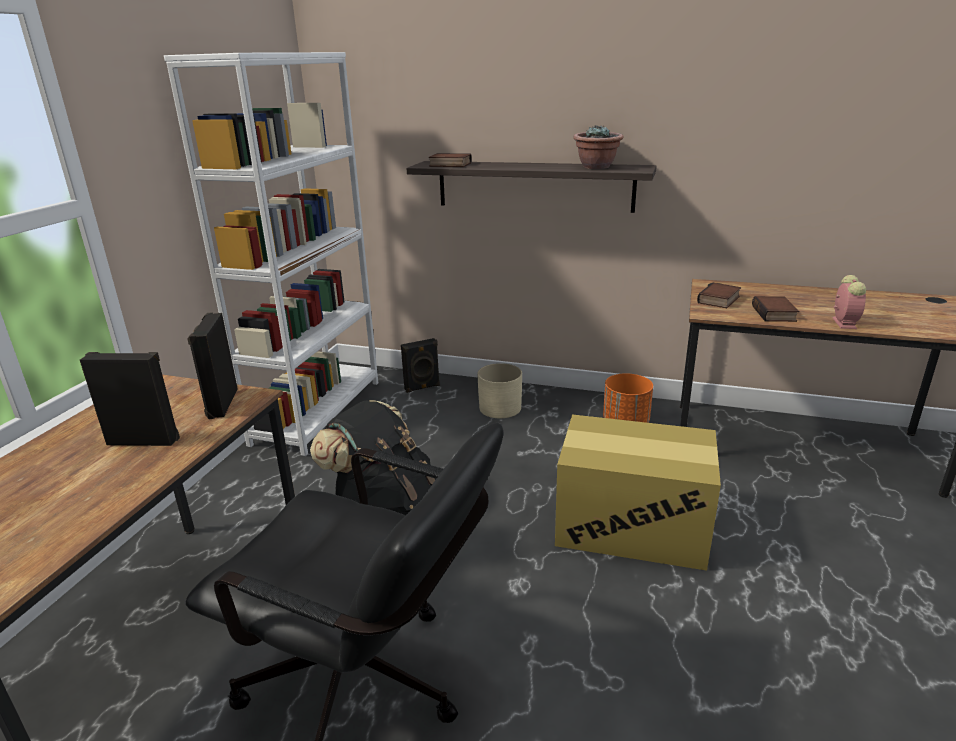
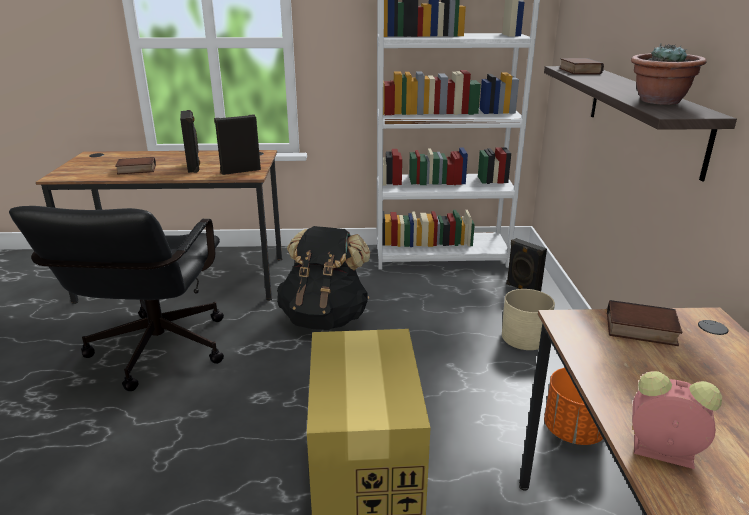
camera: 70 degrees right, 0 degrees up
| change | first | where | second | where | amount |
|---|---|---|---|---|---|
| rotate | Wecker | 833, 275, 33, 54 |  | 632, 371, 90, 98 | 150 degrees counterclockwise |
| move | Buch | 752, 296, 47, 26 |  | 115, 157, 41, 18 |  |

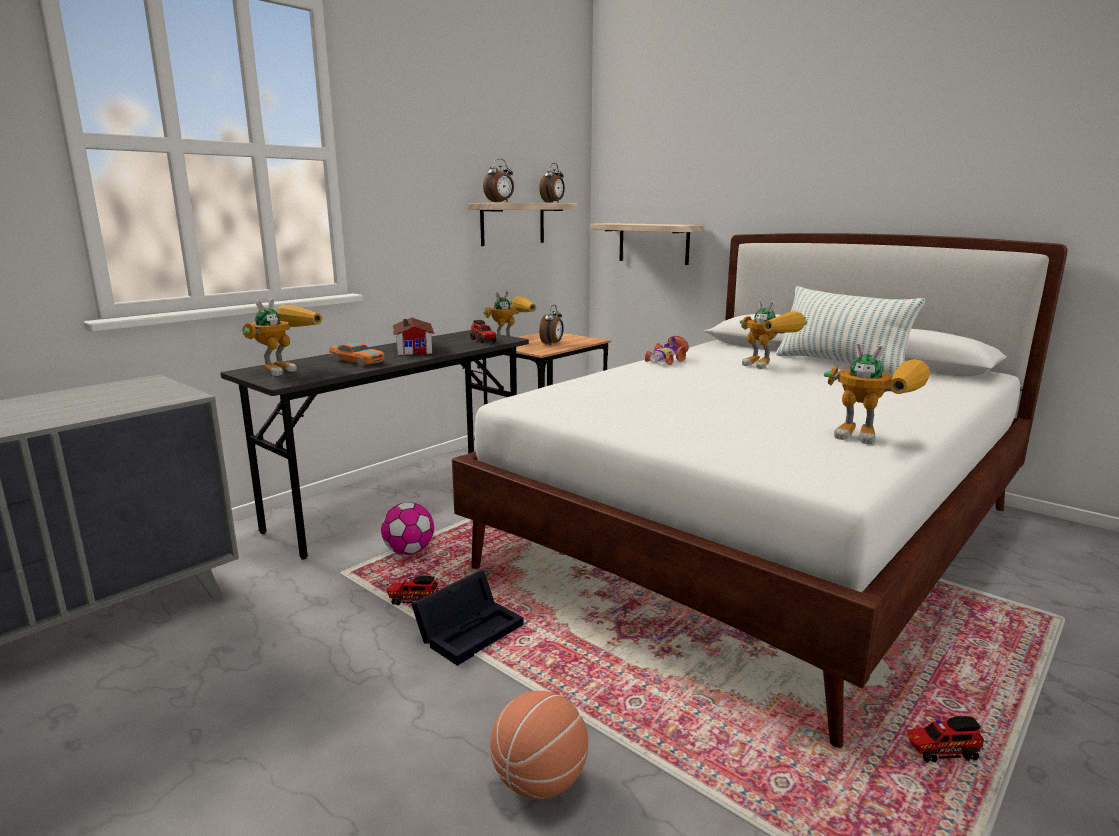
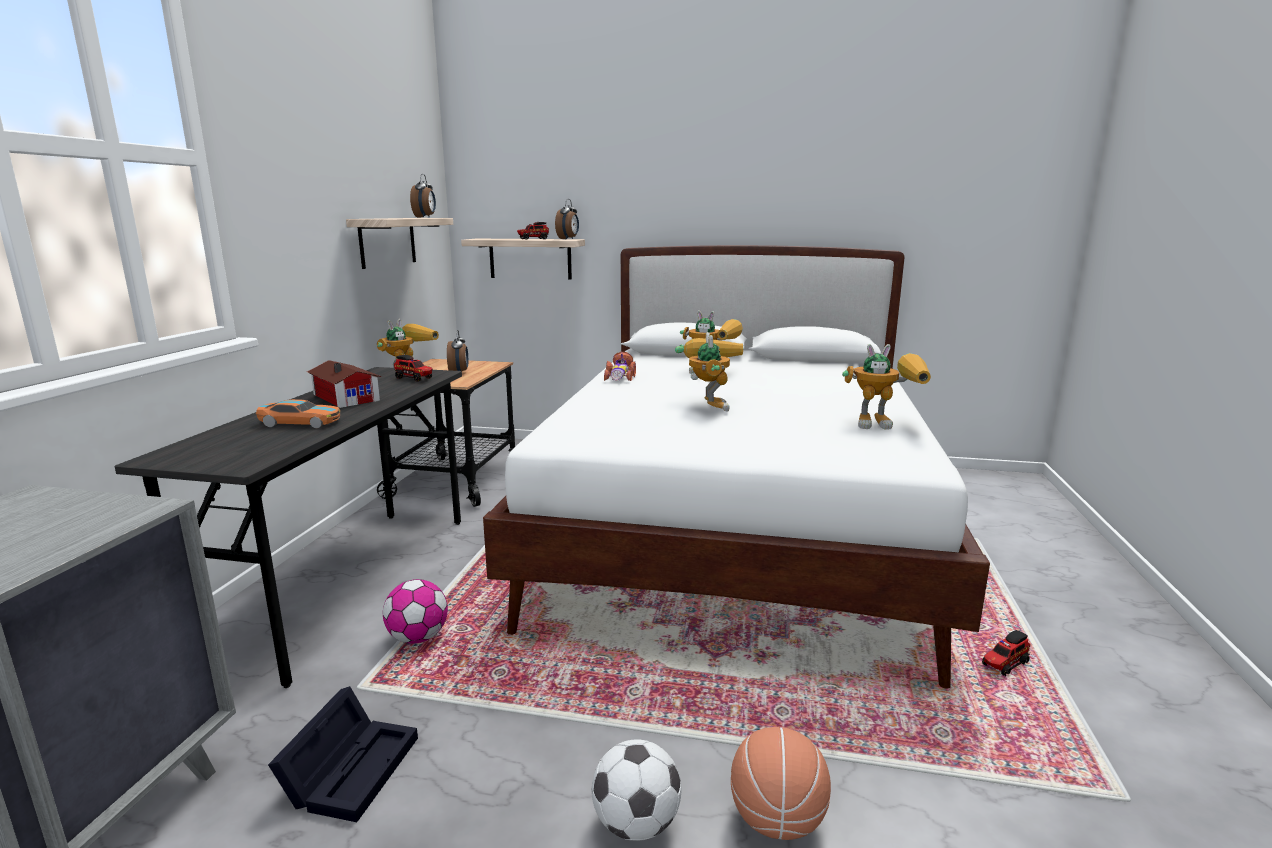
camera: 30 degrees left, 0 degrees up
| change | first | where | second | where | amount |
|---|---|---|---|---|---|
| move | Wecker | 483, 159, 31, 44 |  | 555, 199, 24, 41 |  |
| delete | Kissen | 776, 286, 149, 90 |  |  |  |
| move | Spielzeugroboter | 242, 298, 80, 78 |  | 675, 332, 68, 80 |  |
| move | Aufbewahrungsbox [schwarz] | 411, 570, 113, 96 |  | 268, 686, 150, 136 |  |
| move | Spielzeuglaster | 387, 576, 52, 30 |  | 517, 222, 32, 18 |  |
| insert |  |  | Fußball | 592, 739, 89, 102 |  |

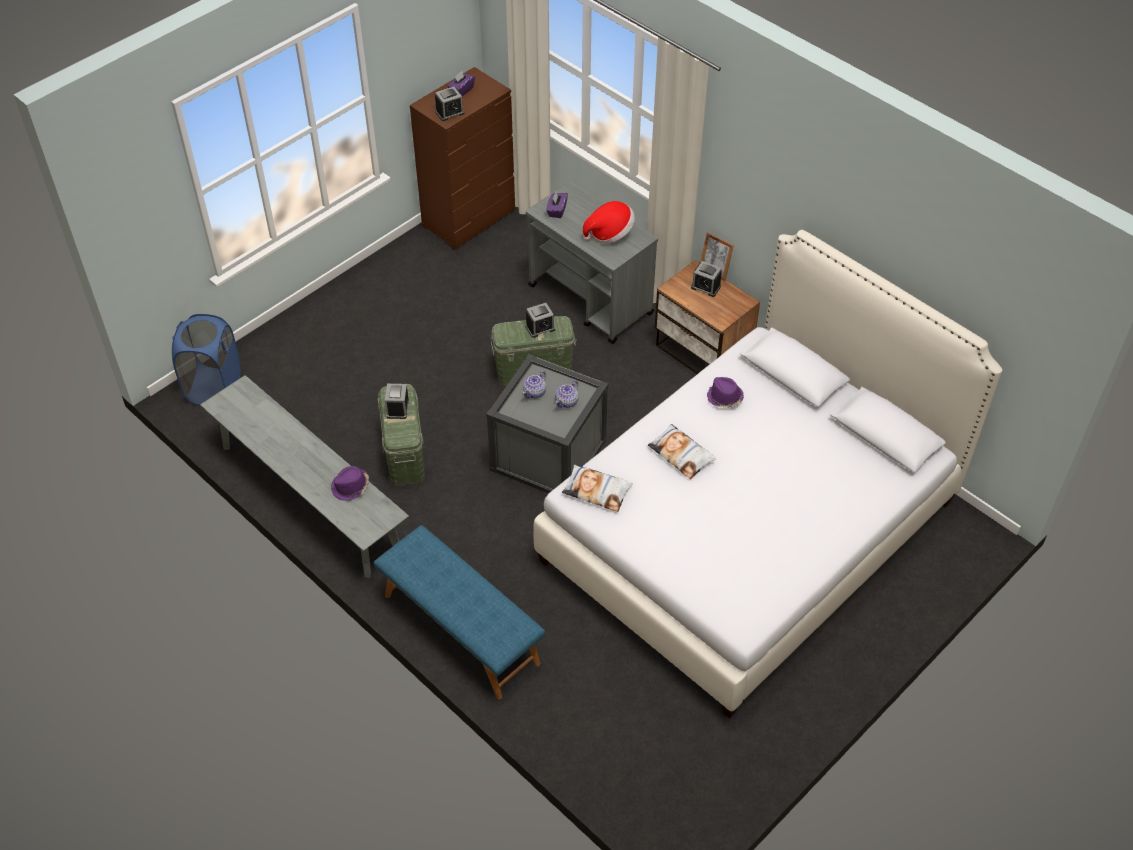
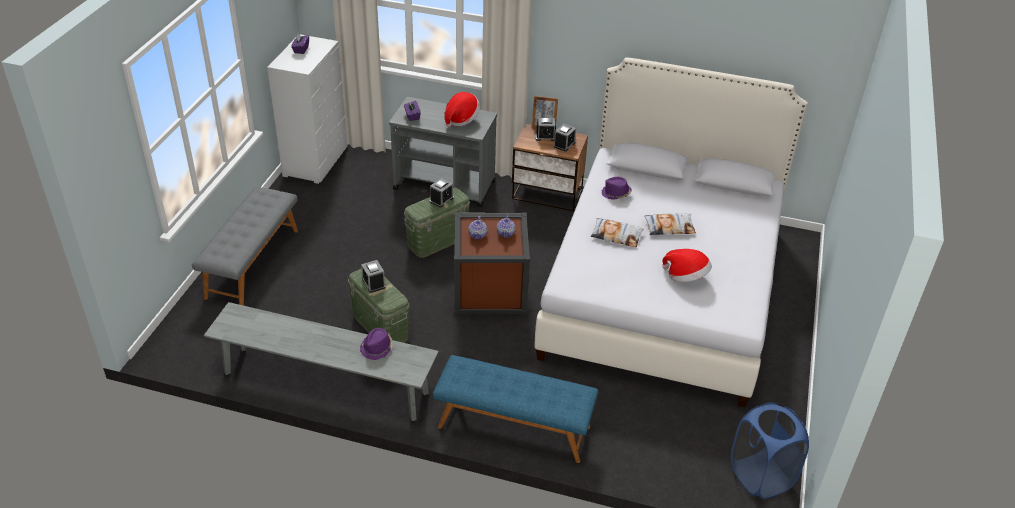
camera: 30 degrees left, 10 degrees down
| change | first | where | second | where | amount |
|---|---|---|---|---|---|
| recolor | Kommode [braun] | 410, 67, 105, 182 | Kommode [weiß] | 267, 34, 80, 150 |  |
| move | Wecker | 435, 87, 30, 34 |  | 554, 124, 22, 28 |  |
| move | Wäschekorb [blau] | 172, 314, 69, 92 |  | 731, 402, 78, 97 |  |
| recolor | Aufbewahrungsbox [grau] | 486, 354, 122, 140 | Aufbewahrungsbox [braun] | 454, 212, 76, 103 |  |
| move | Kissen | 562, 464, 71, 48 |  | 644, 213, 52, 22 |  |
| insert |  |  | Bank [grau] | 192, 187, 106, 119 |  |
| insert |  |  | Hut | 662, 249, 50, 33 |  |

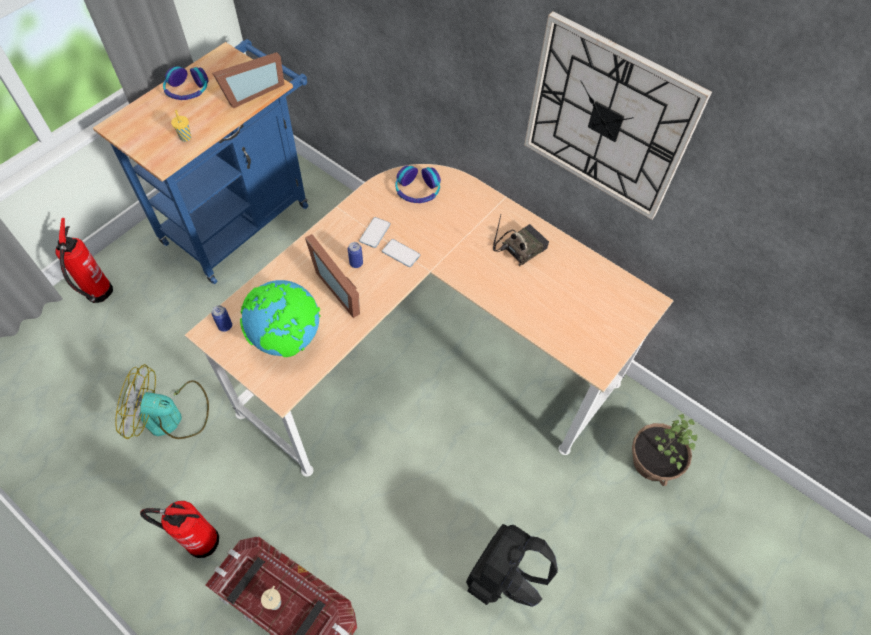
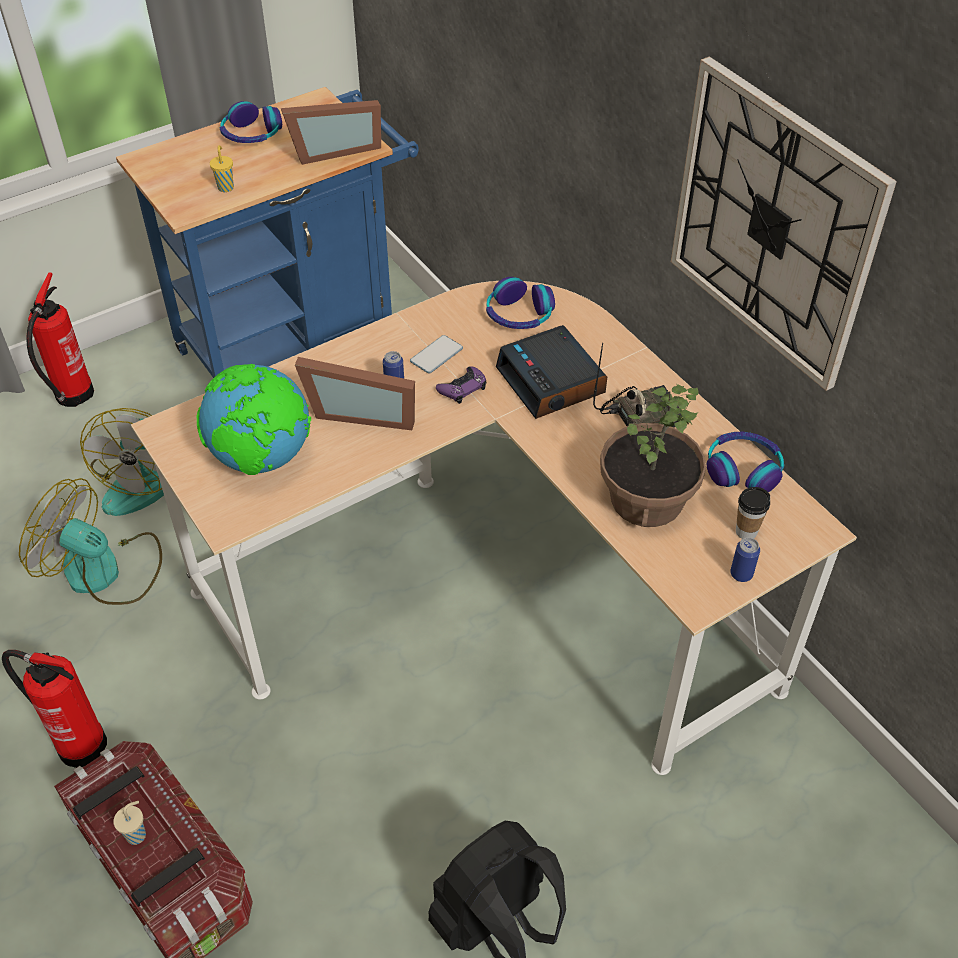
camera: 20 degrees right, 10 degrees down
| change | first | where | second | where | amount |
|---|---|---|---|---|---|
| rotate | Bilderrahmen | 305, 234, 55, 84 |  | 295, 357, 120, 73 | 60 degrees counterclockwise |
| replace | Handy | 382, 239, 38, 28 | Gamepad [lila] | 436, 367, 50, 37 |  |
| move | Dose | 212, 305, 20, 27 |  | 730, 537, 30, 45 |  |
| move | Topfpflanze | 632, 414, 65, 72 |  | 600, 384, 106, 143 |  |
| insert |  |  | Wecker | 496, 325, 111, 94 |  |
| insert |  |  | Ventilator | 80, 408, 84, 108 |  |
| insert |  |  | Kopfhörer | 707, 432, 77, 60 |  |
| insert |  |  | Tasse | 736, 487, 34, 52 |  |

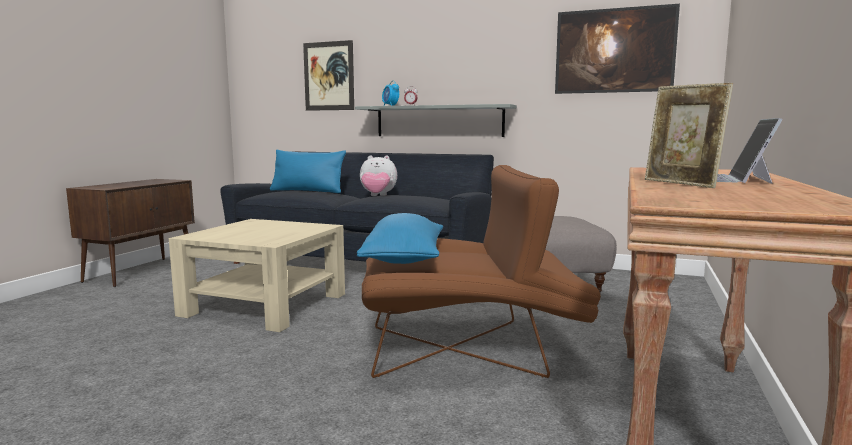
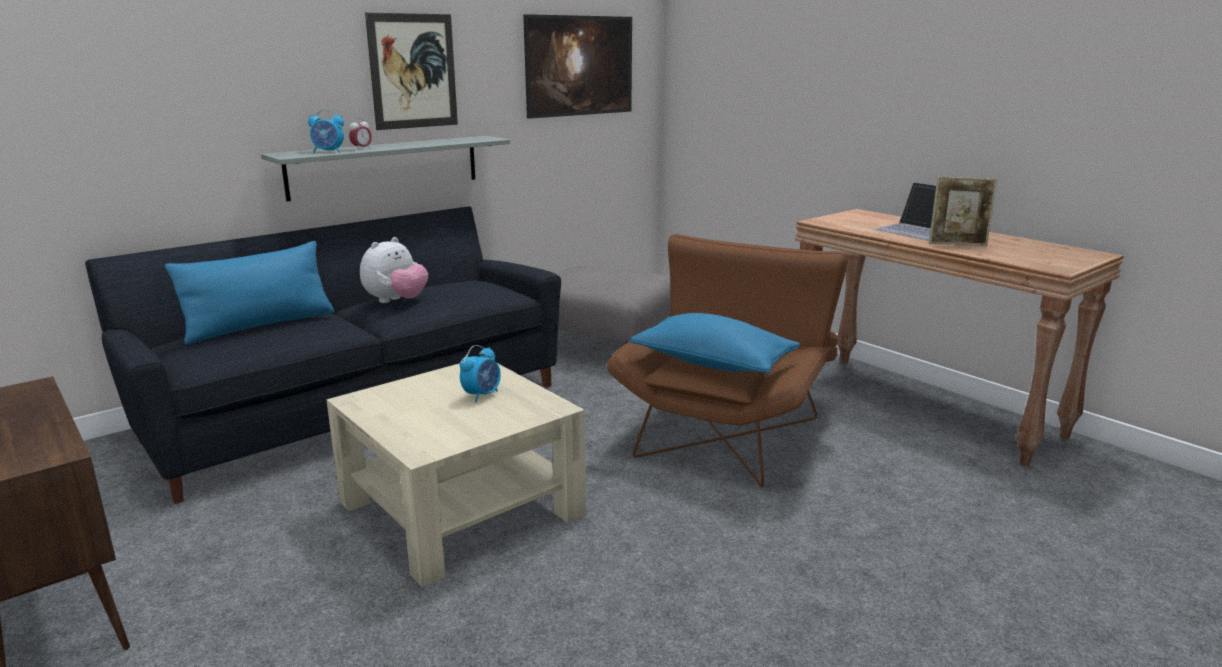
camera: 60 degrees left, 10 degrees up
| change | first | where | second | where | amount |
|---|---|---|---|---|---|
| move | Bild | 303, 40, 51, 71 |  | 365, 13, 93, 117 |  |
| insert |  |  | Wecker | 460, 345, 41, 57 |  |

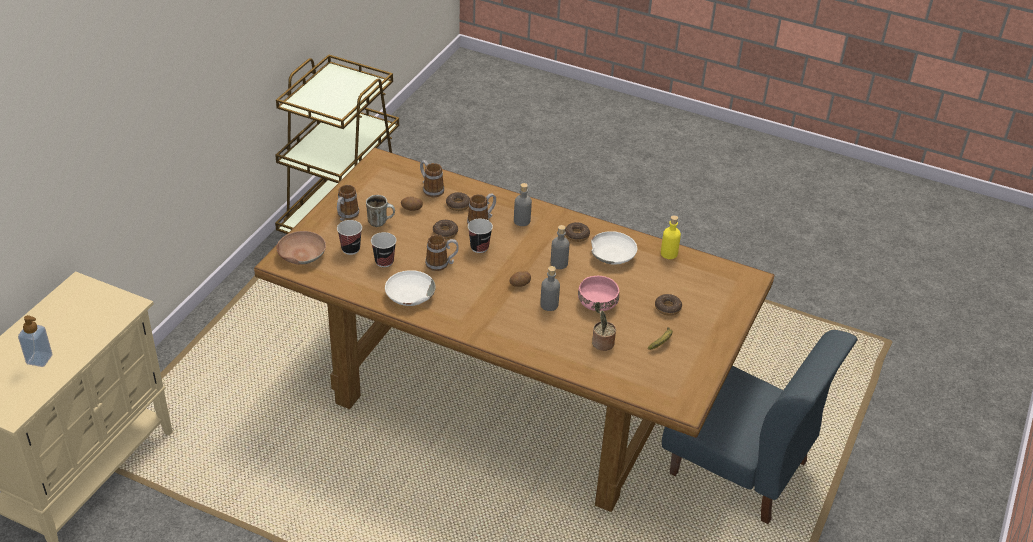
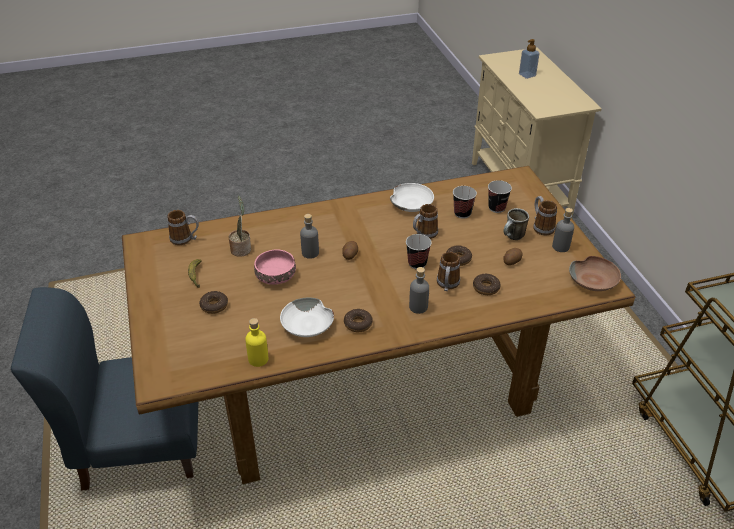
camera: 140 degrees right, 0 degrees up
| change | first | where | second | where | amount |
|---|---|---|---|---|---|
| move | Henkelbecher | 420, 160, 24, 37 |  | 167, 210, 32, 35 |  |
| move | Flasche [grau] | 551, 225, 18, 44 |  | 552, 208, 22, 44 |  |
| move | Schüssel [braun] | 277, 231, 49, 34 |  | 569, 256, 52, 35 |  |

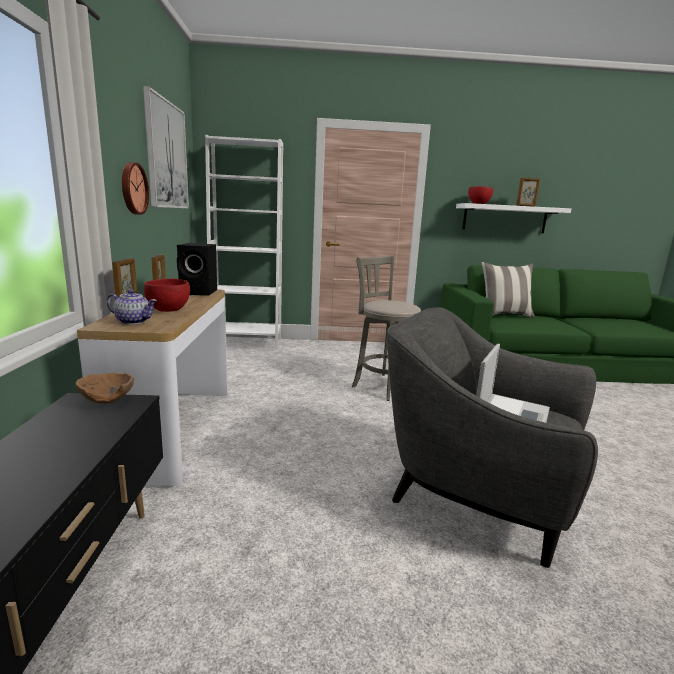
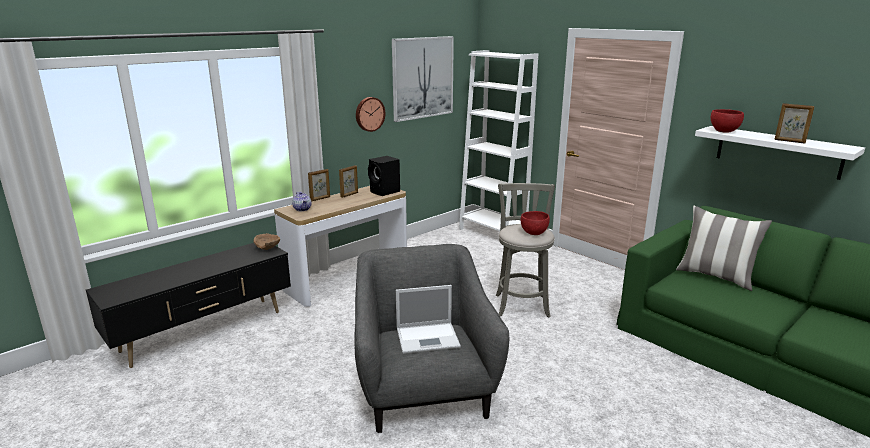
camera: 50 degrees right, 5 degrees up
| change | first | where | second | where | amount |
|---|---|---|---|---|---|
| move | Schüssel [rot] | 144, 279, 46, 33 |  | 521, 211, 29, 24 |  |

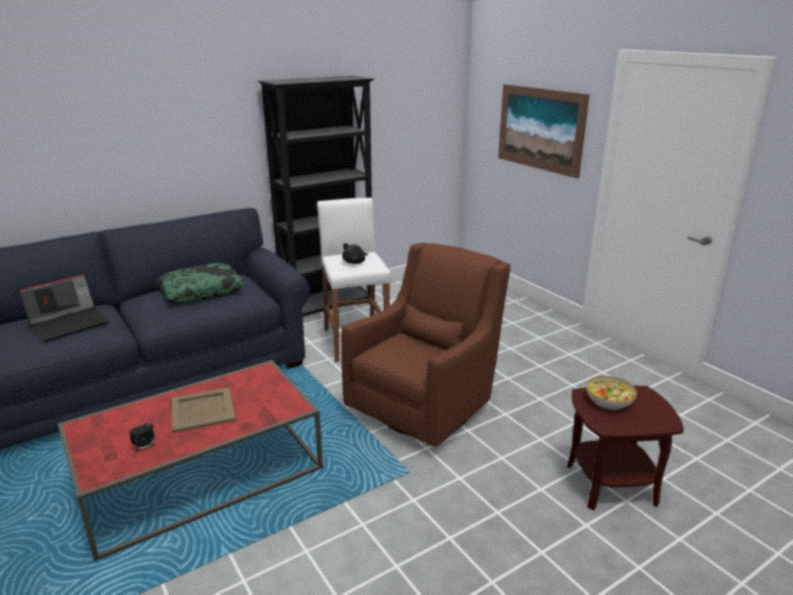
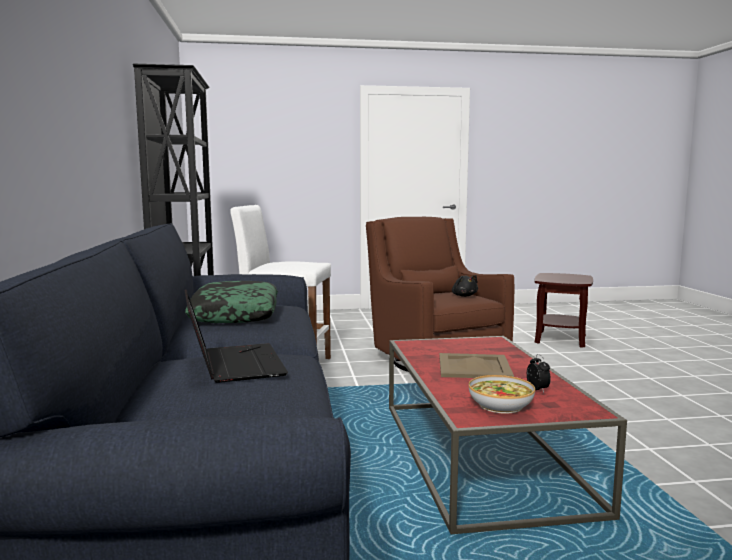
camera: 65 degrees left, 15 degrees down
| change | first | where | second | where | amount |
|---|---|---|---|---|---|
| delete | Bild | 498, 84, 92, 95 |  |  |  |
| move | Plüschtier [schwarz] | 342, 243, 26, 21 |  | 452, 275, 26, 22 |  |
| move | Schüssel | 587, 376, 50, 34 |  | 469, 375, 66, 39 |  |

